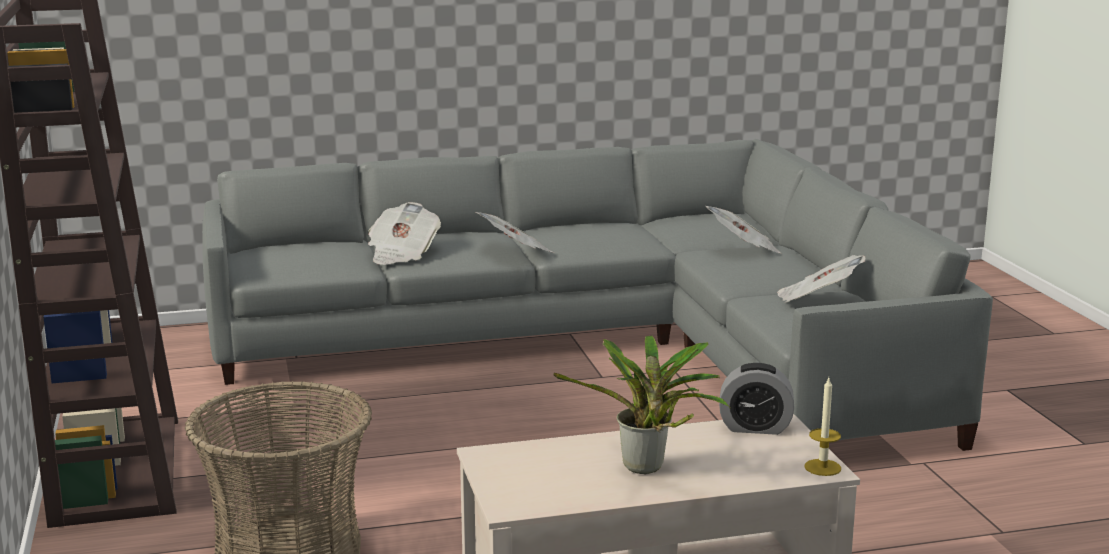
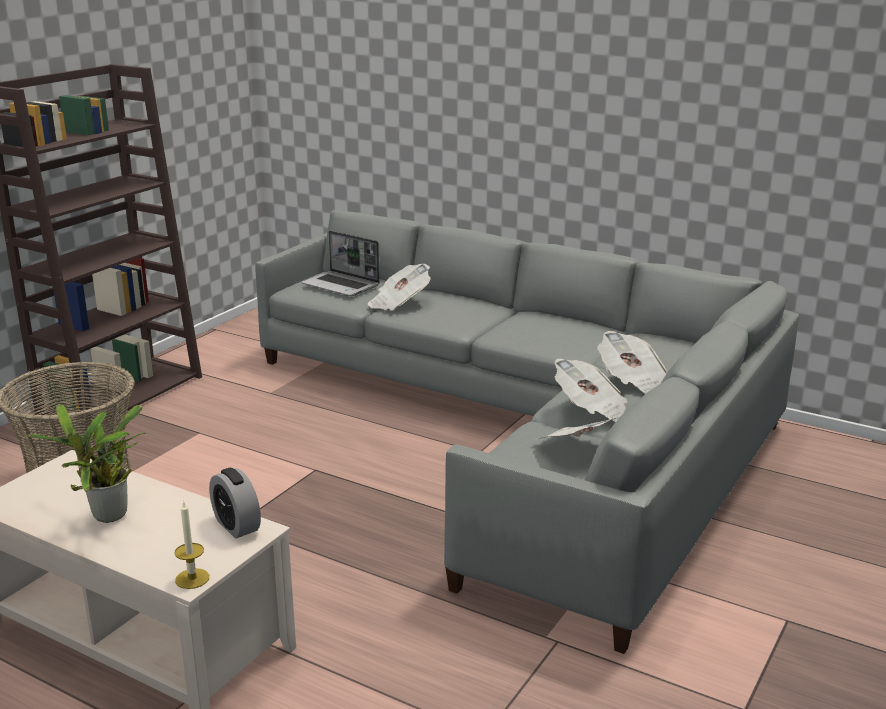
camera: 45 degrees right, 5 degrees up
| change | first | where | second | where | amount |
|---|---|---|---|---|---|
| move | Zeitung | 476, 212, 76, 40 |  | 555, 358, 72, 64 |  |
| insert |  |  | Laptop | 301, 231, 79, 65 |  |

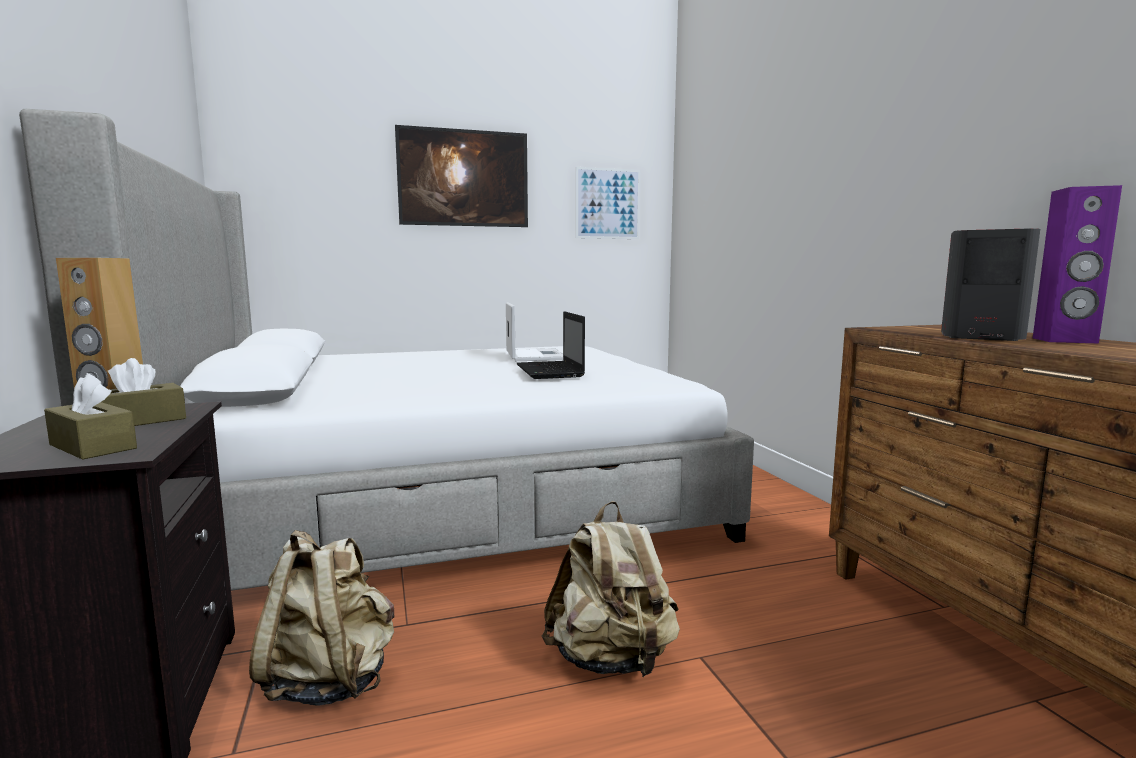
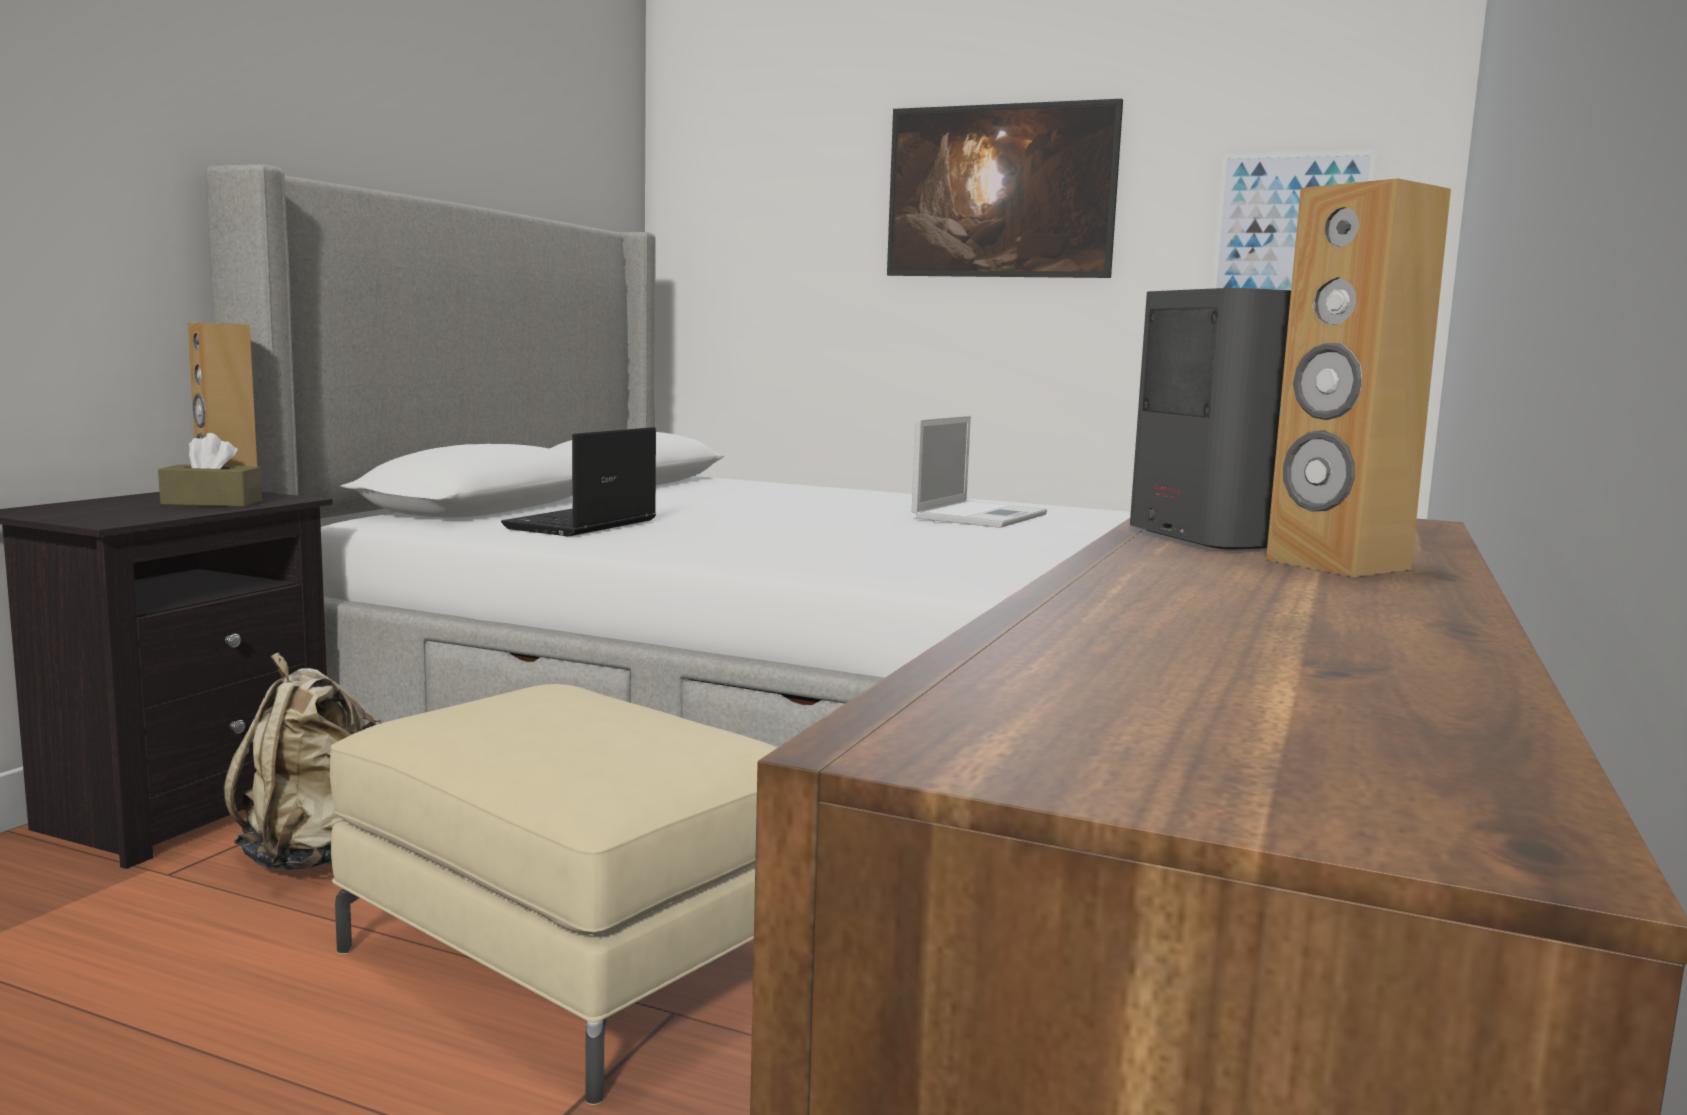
camera: 40 degrees right, 0 degrees up
| change | first | where | second | where | amount |
|---|---|---|---|---|---|
| recolor | Lautsprecher [lila] | 1033, 185, 89, 158 | Lautsprecher [braun] | 1266, 178, 185, 399 |  |
| move | Laptop | 516, 311, 69, 68 |  | 501, 427, 155, 109 |  |
| delete | Taschentuchbox [braun] | 44, 373, 93, 87 |  |  |  |
| replace | Rucksack [beige] | 542, 501, 138, 176 | Polsterhocker [beige] | 330, 684, 447, 421 |  |

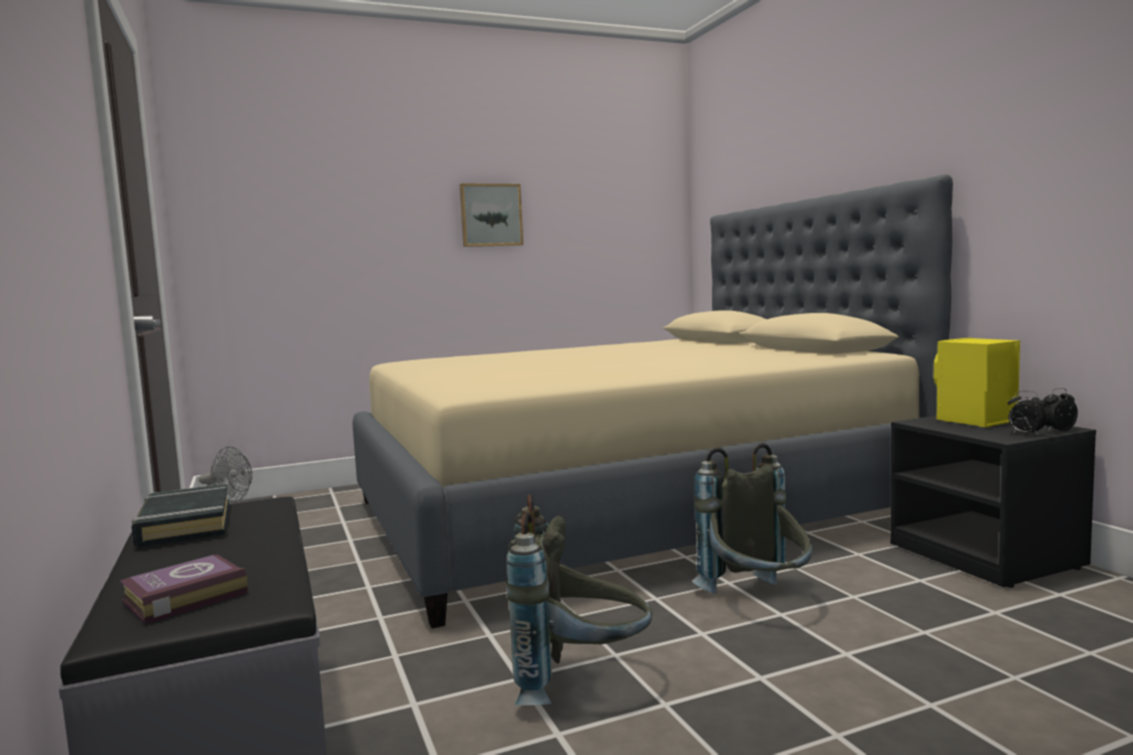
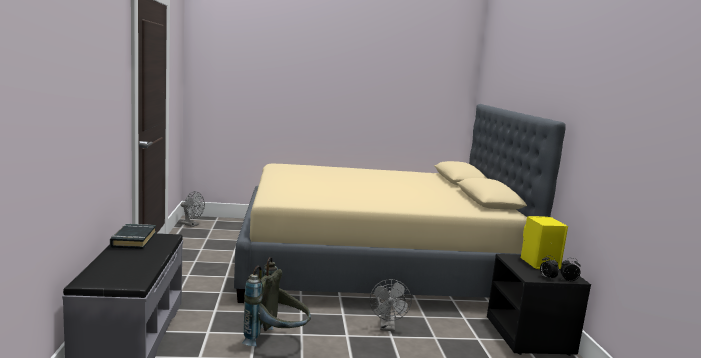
camera: 15 degrees right, 5 degrees up
| change | first | where | second | where | amount |
|---|---|---|---|---|---|
| delete | Bild | 460, 183, 63, 64 |  |  |  |
| replace | Rucksack [grau] | 692, 443, 121, 151 | Ventilator [grau] | 370, 279, 42, 53 |  |
| delete | Buch | 120, 554, 128, 70 |  |  |  |

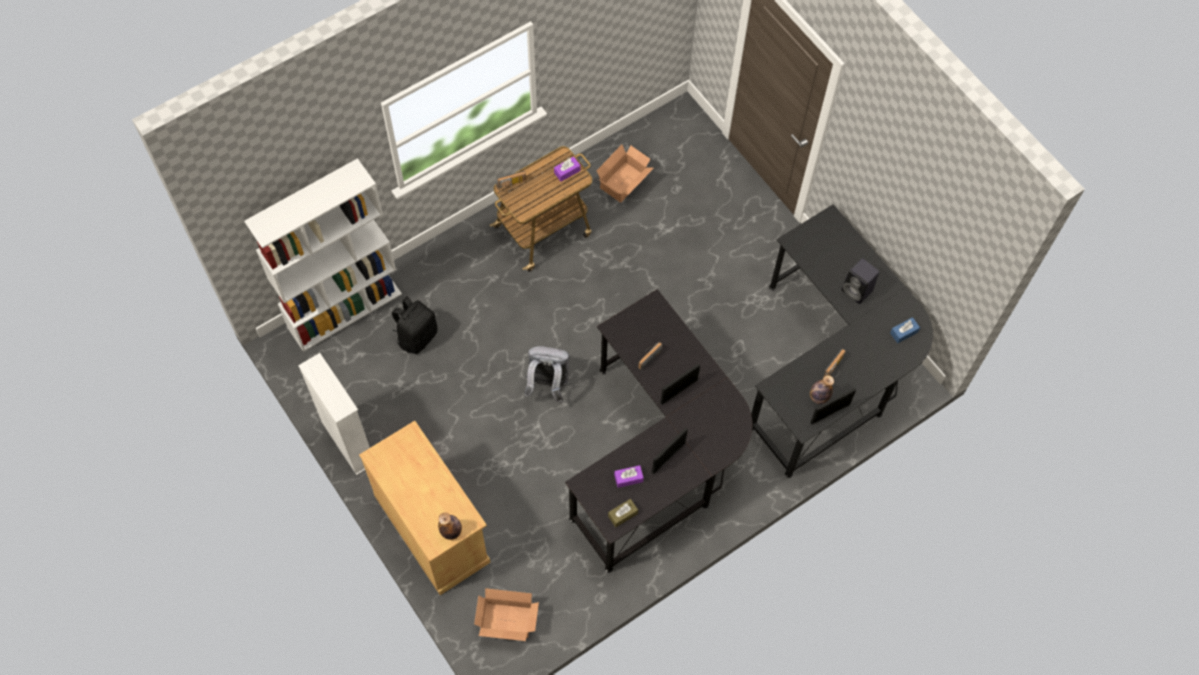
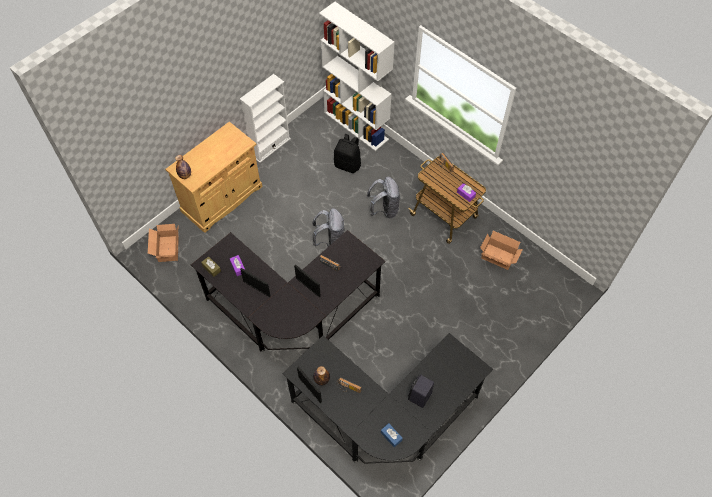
camera: 80 degrees right, 5 degrees down
| change | first | where | second | where | amount |
|---|---|---|---|---|---|
| insert |  |  | Rucksack [grau] | 367, 177, 33, 41 |  |

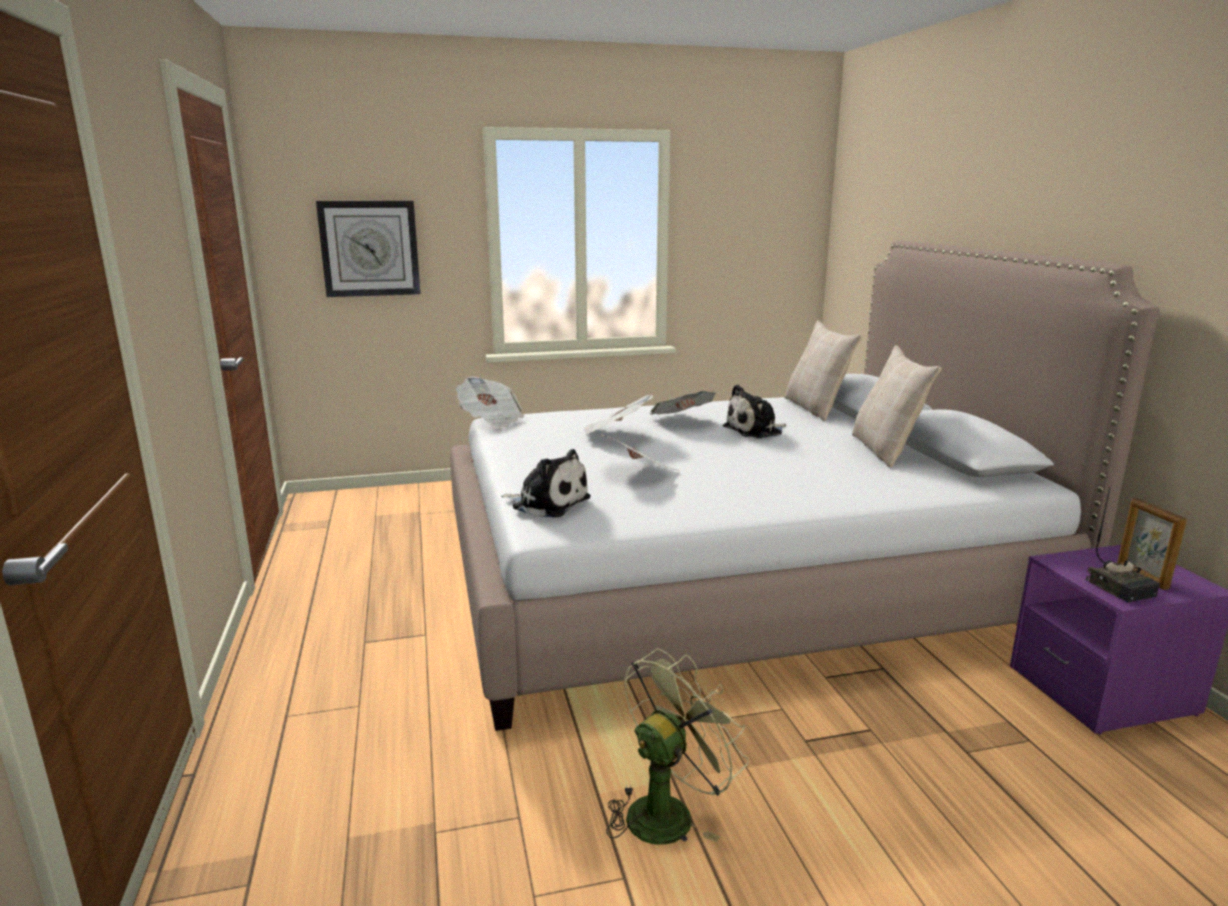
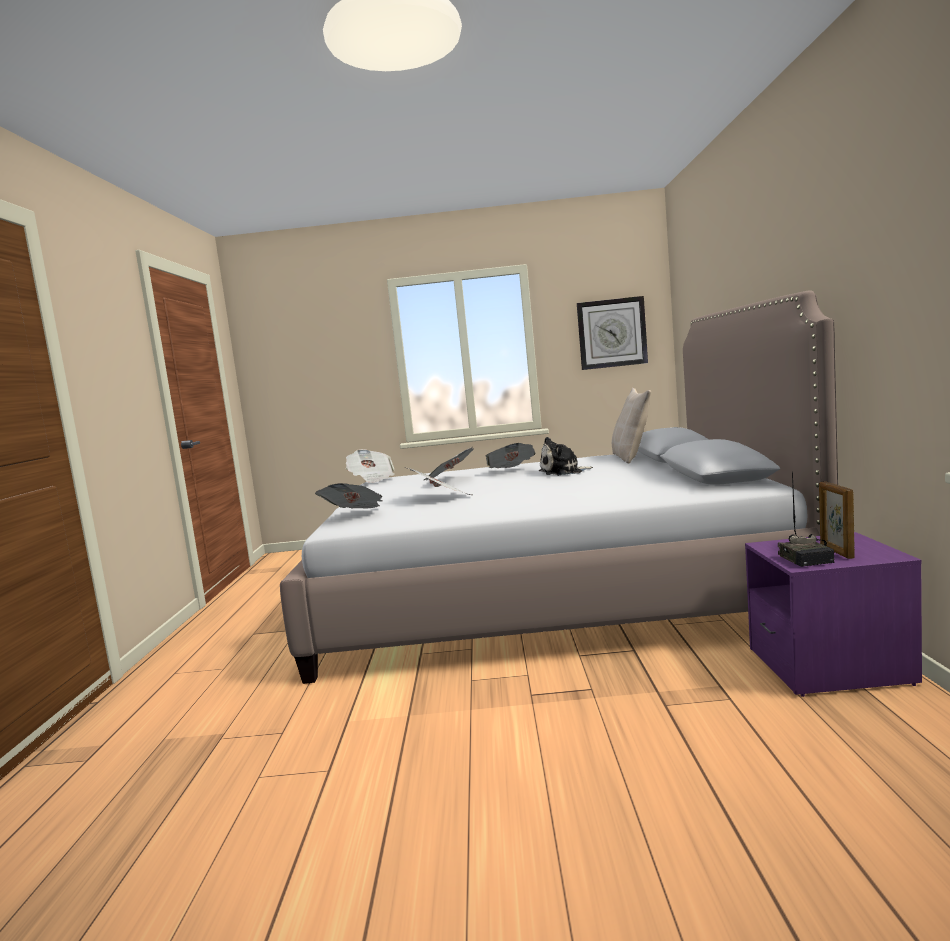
camera: 15 degrees right, 10 degrees down
| change | first | where | second | where | amount |
|---|---|---|---|---|---|
| move | Wanduhr | 316, 201, 105, 96 |  | 577, 296, 71, 74 |  |
| delete | Kissen [beige] | 852, 345, 89, 122 |  |  |  |
| replace | Plüschtier | 501, 449, 90, 69 | Zeitung | 315, 483, 68, 25 |  |
| delete | Ventilator [grün] | 606, 649, 143, 196 |  |  |  |

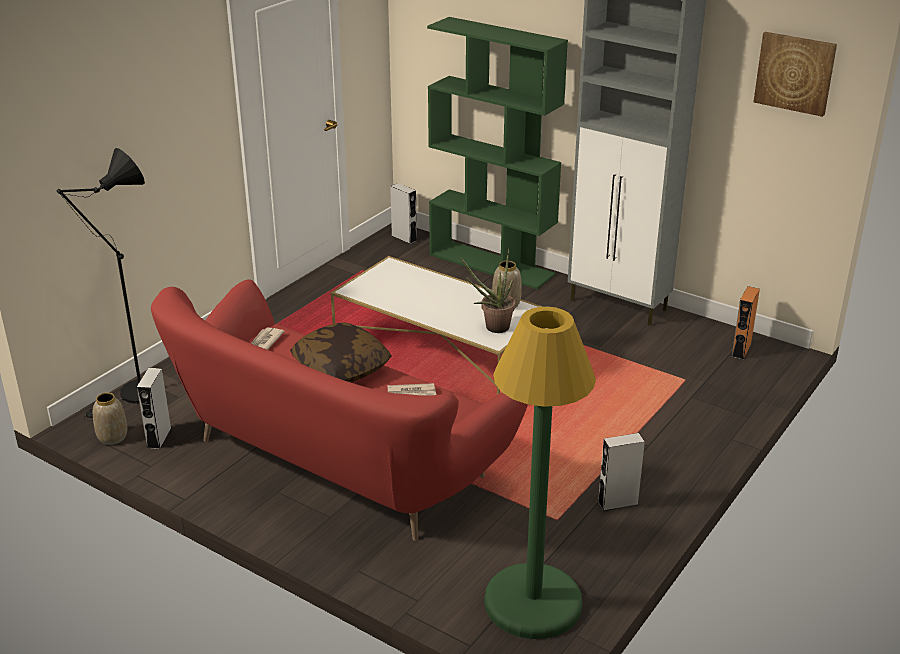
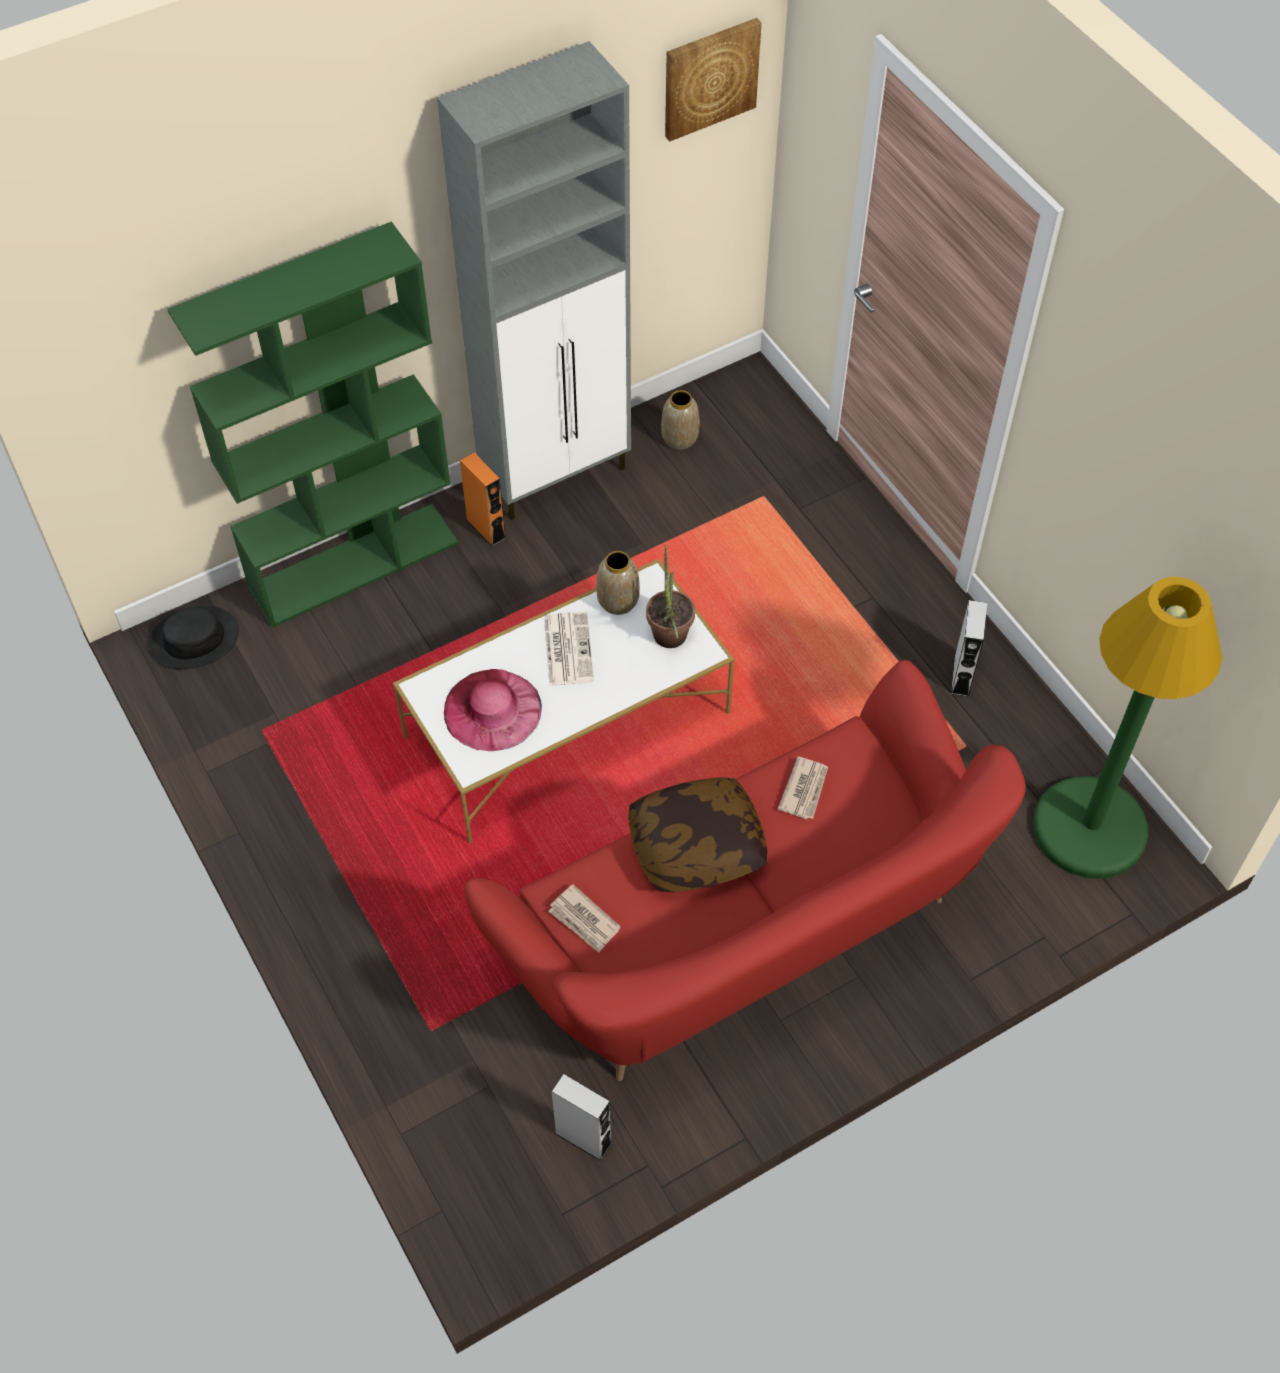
camera: 65 degrees left, 25 degrees up
| change | first | where | second | where | amount |
|---|---|---|---|---|---|
| delete | Stehlampe [schwarz] | 57, 148, 88, 273 |  |  |  |
| replace | Lautsprecher [grau] | 390, 183, 27, 61 | Hut [schwarz] | 148, 606, 91, 63 |  |
| move | Lautsprecher [orange] | 731, 286, 29, 74 |  | 460, 452, 46, 95 |  |
| move | Vase | 93, 393, 35, 52 |  | 661, 390, 38, 60 |  |
| insert |  |  | Zeitung | 544, 611, 50, 75 |  |
| insert |  |  | Hut [rosa] | 444, 669, 98, 82 |  |

